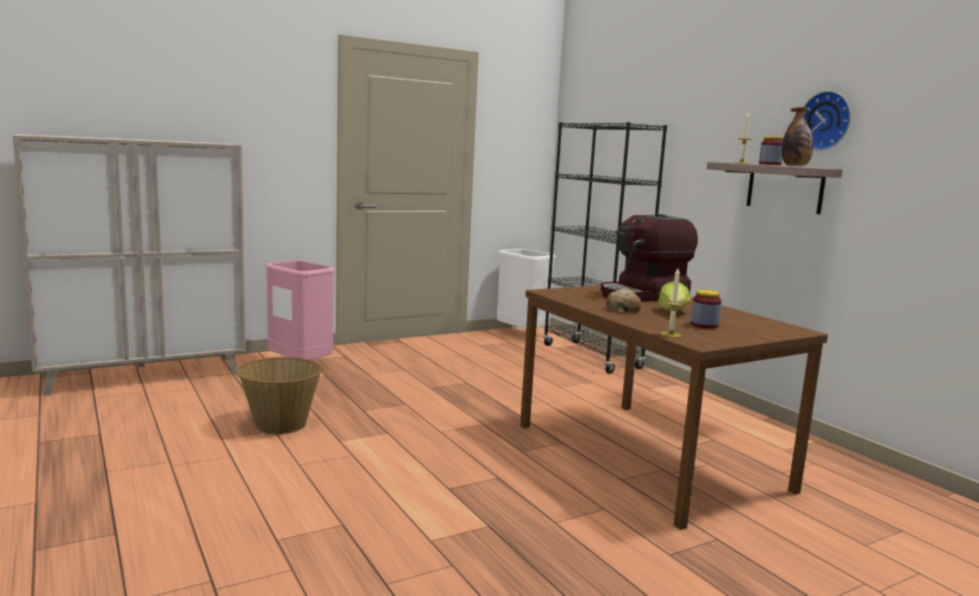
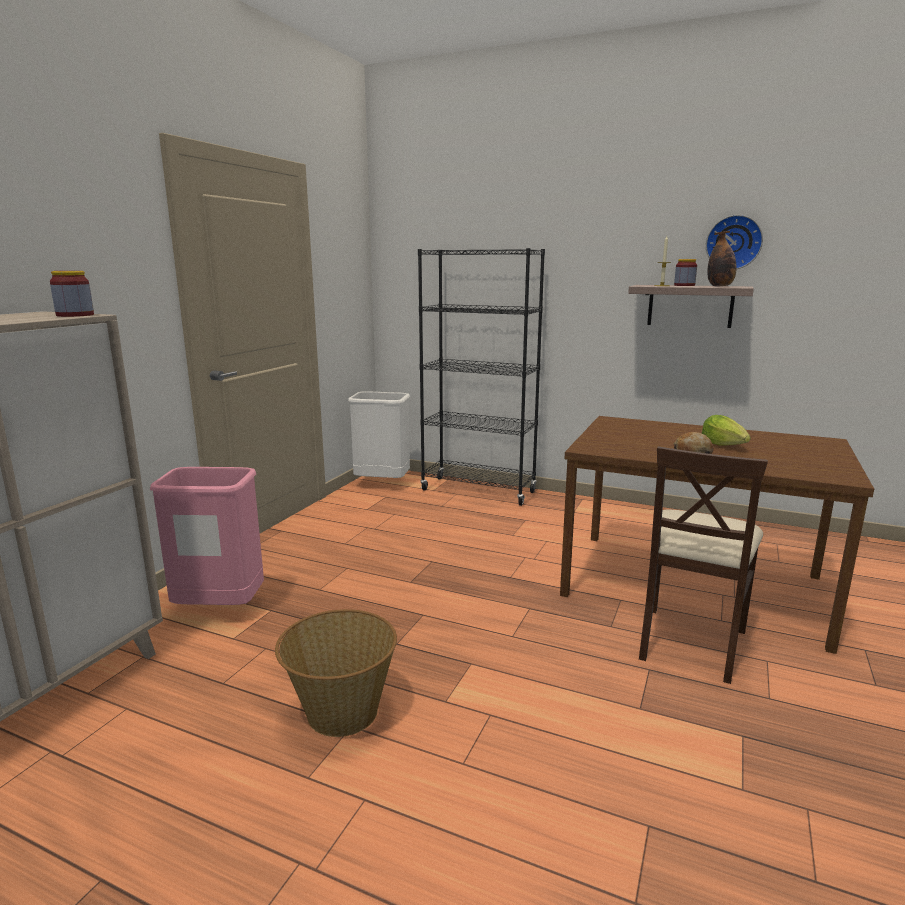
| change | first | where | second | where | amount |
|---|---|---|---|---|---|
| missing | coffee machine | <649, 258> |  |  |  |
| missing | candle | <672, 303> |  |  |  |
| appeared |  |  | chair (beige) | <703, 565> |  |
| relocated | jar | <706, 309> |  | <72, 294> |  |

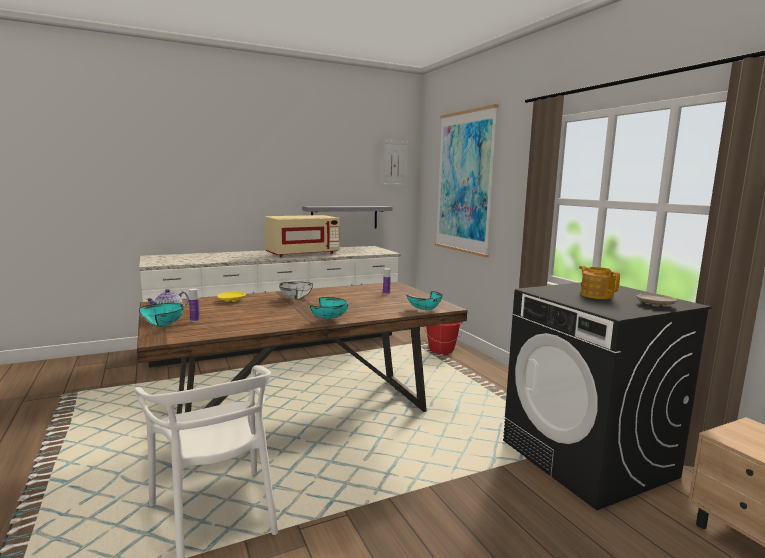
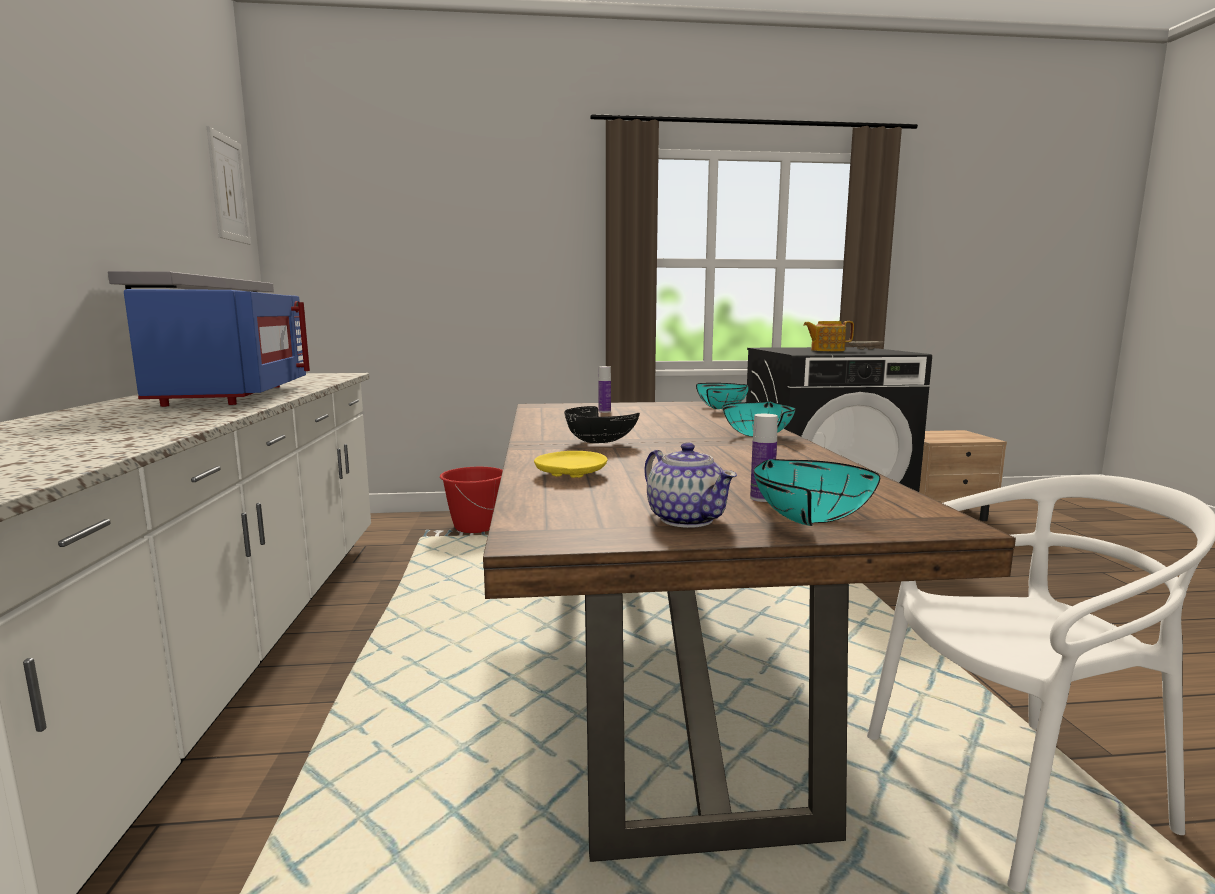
| change | first | where | second | where | amount |
|---|---|---|---|---|---|
| missing | picture | <467, 180> |  |  |  |
| colour | microwave (beige) | <302, 236> | microwave (blue) | <217, 348> |  |
| colour | bowl (white) | <296, 291> | bowl (black) | <602, 424> |  |

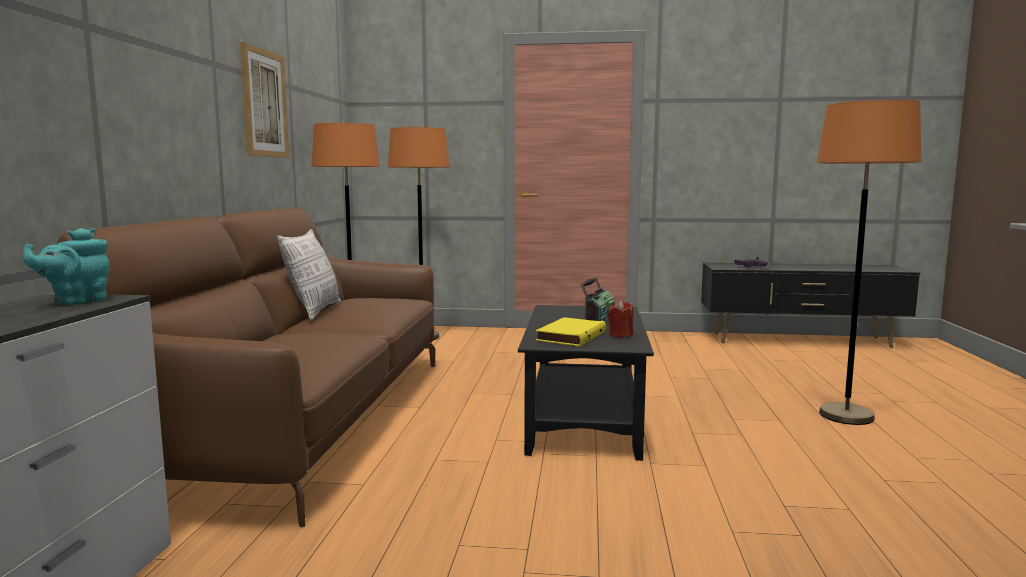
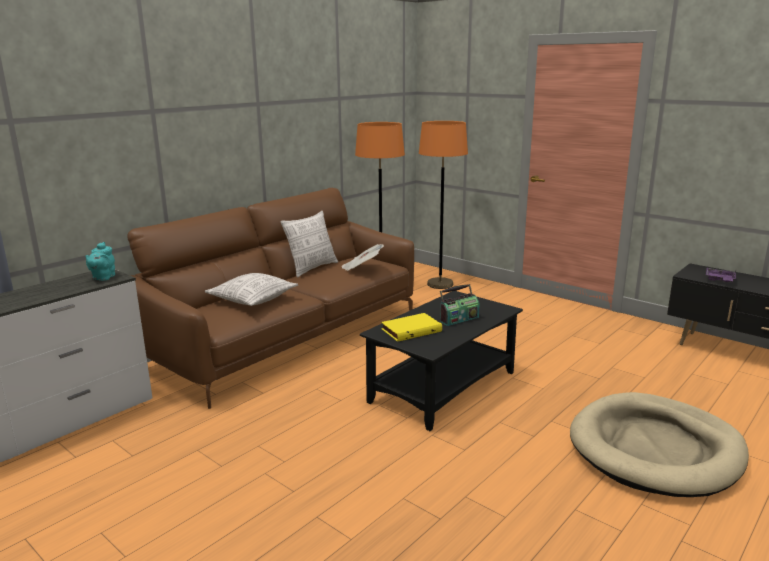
| change | first | where | second | where | amount |
|---|---|---|---|---|---|
| missing | picture | <264, 100> |  |  |  |
| missing | candle (red) | <620, 319> |  |  |  |
| appeared |  |  | pillow | <251, 289> |  |
| appeared |  |  | newspaper | <362, 257> |  |
| exchanged | floor lamp (orange) | <869, 262> | dog bed (beige) | <659, 444> |  |
| spun | teapot (turquoise) | <66, 266> |  | <100, 261> | 60 degrees counterclockwise |

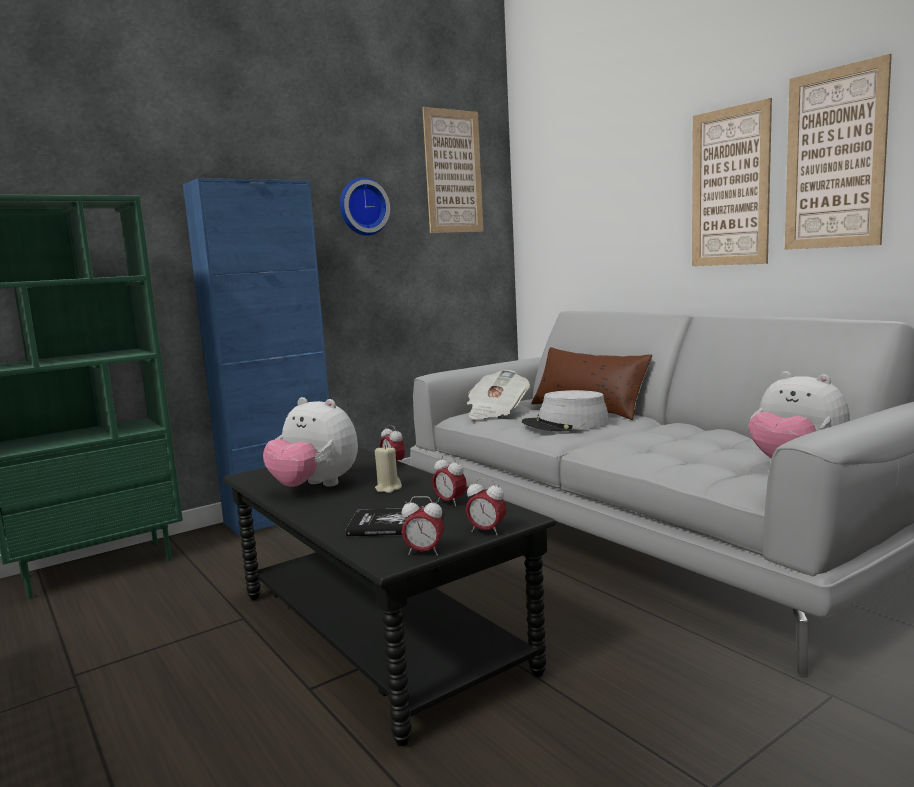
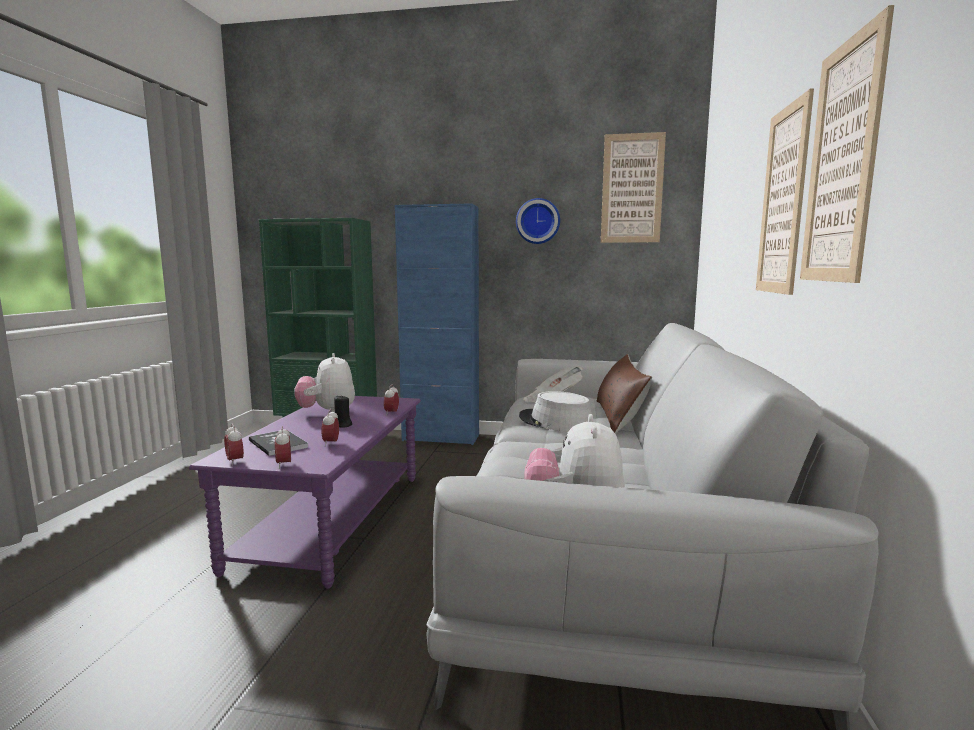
| change | first | where | second | where | amount |
|---|---|---|---|---|---|
| colour | coffee table (black) | <389, 596> | coffee table (purple) | <305, 492> |  |
| colour | candle (beige) | <388, 469> | candle (black) | <343, 411> |  |

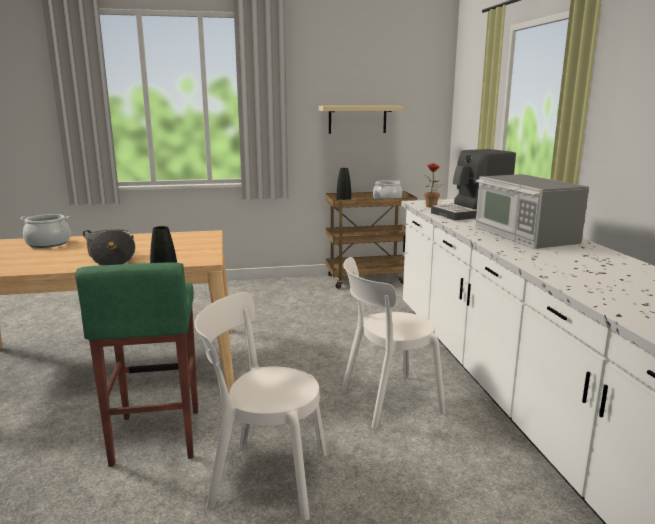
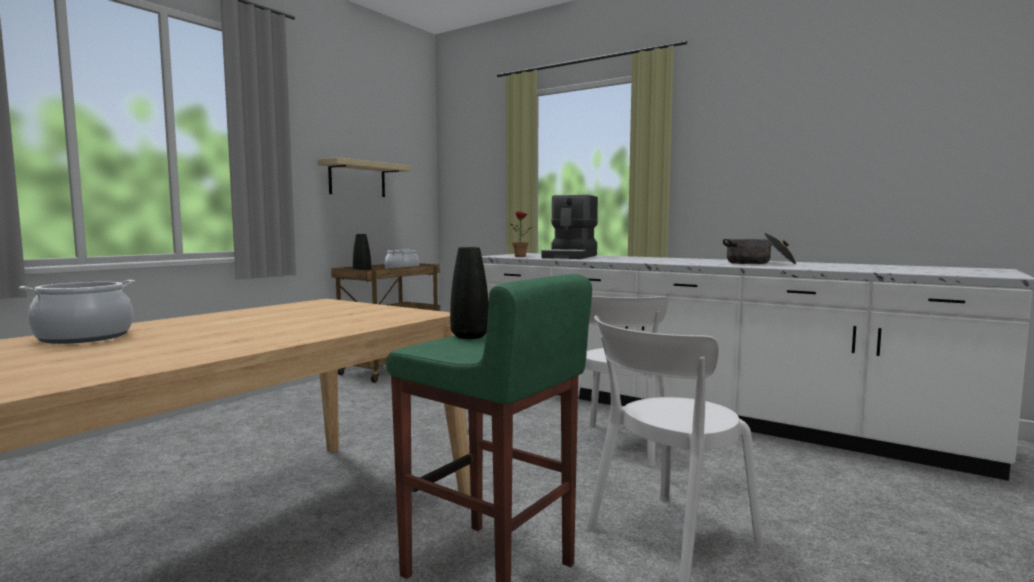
| change | first | where | second | where | amount |
|---|---|---|---|---|---|
| missing | microwave | <532, 211> |  |  |  |
| relocated | cooking pot | <109, 247> |  | <759, 248> |  |

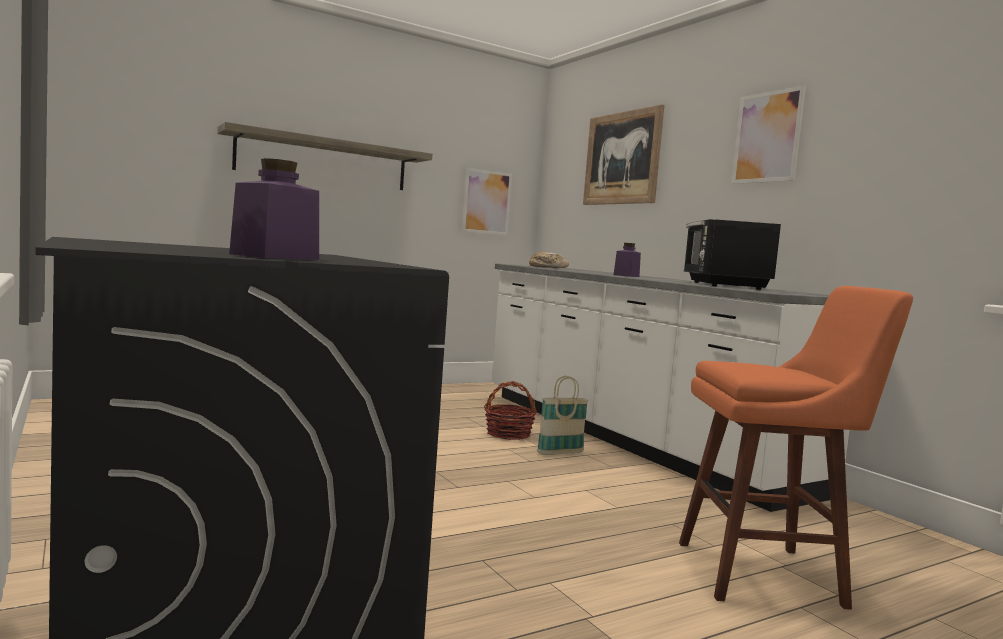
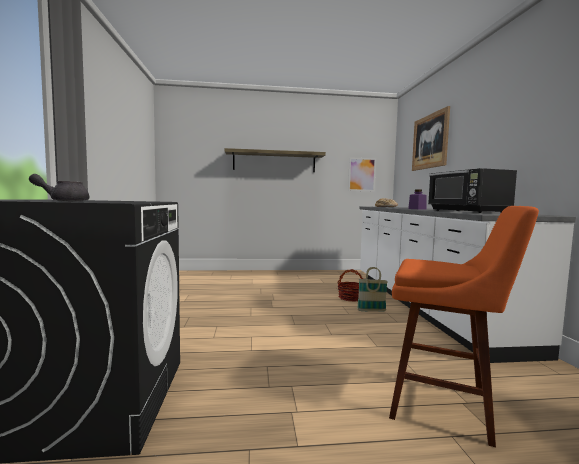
| change | first | where | second | where | amount |
|---|---|---|---|---|---|
| missing | picture | <769, 134> |  |  |  |
| exchanged | jar (purple) | <274, 209> | teapot (grey) | <59, 188> |  |
| spun | microwave (black) | <732, 254> |  | <472, 190> | 45 degrees counterclockwise |

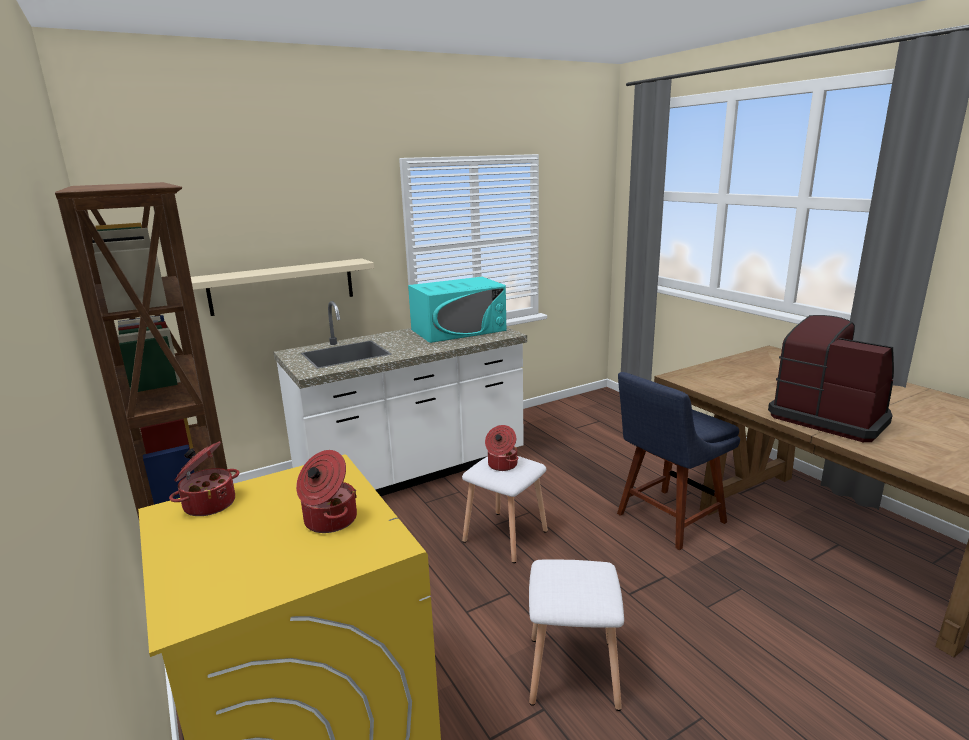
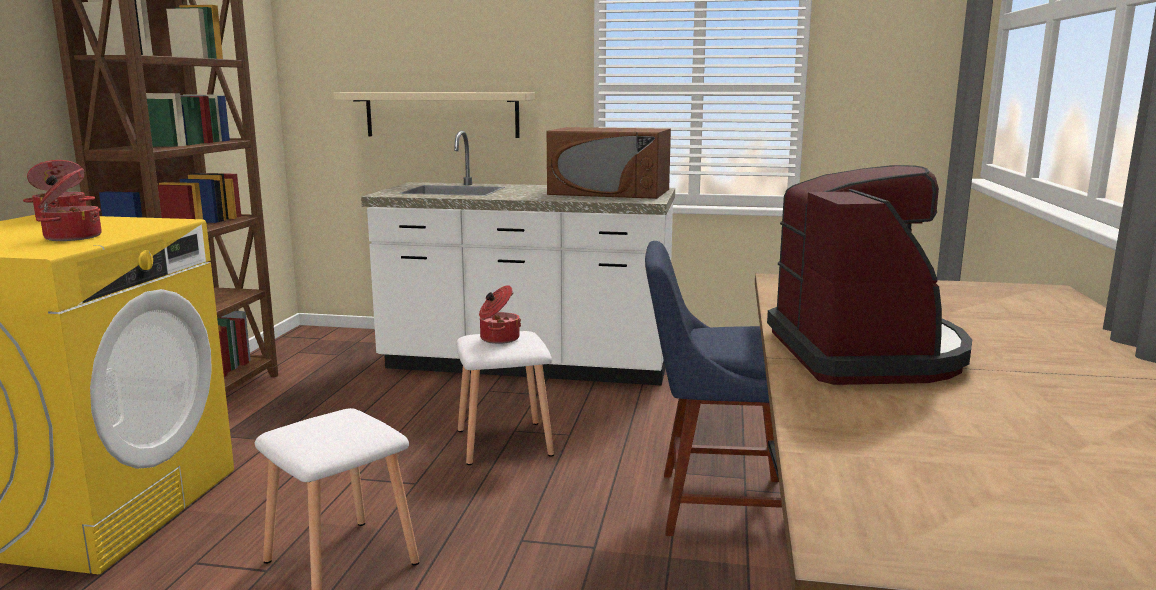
| change | first | where | second | where | amount |
|---|---|---|---|---|---|
| colour | microwave (turquoise) | <457, 310> | microwave (brown) | <609, 163> |  |

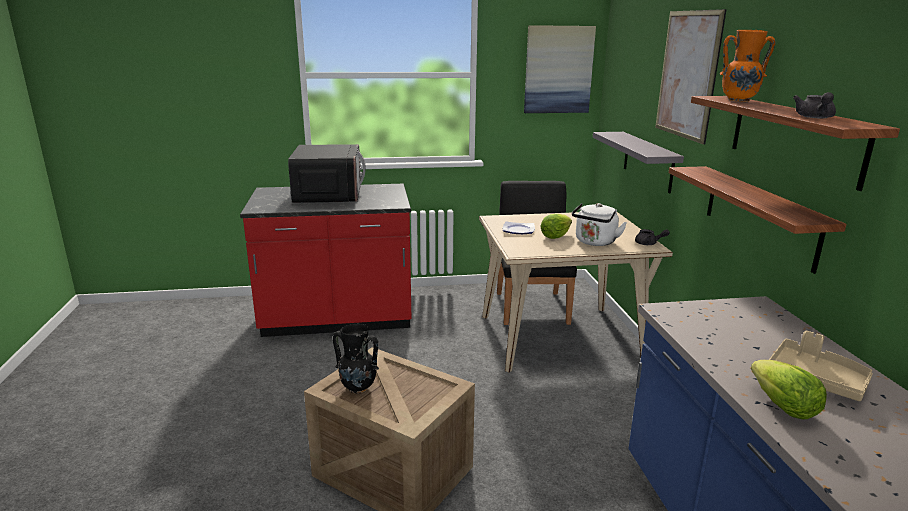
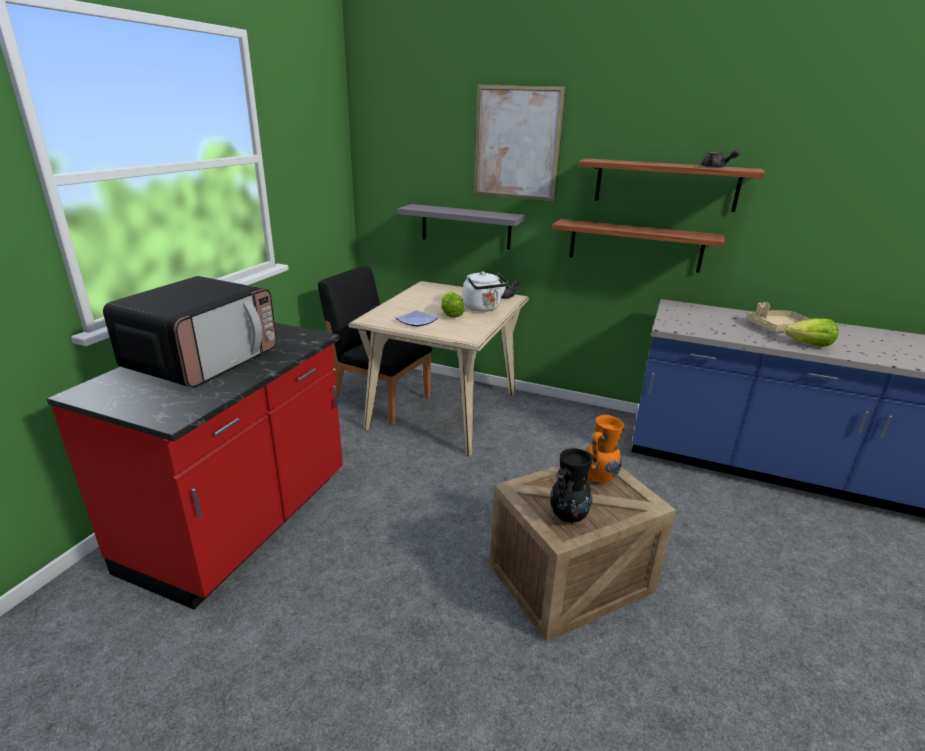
| change | first | where | second | where | amount |
|---|---|---|---|---|---|
| missing | picture | <560, 69> |  |  |  |
| relocated | vase (orange) | <747, 66> |  | <605, 450> |  |
| spun | microwave | <327, 173> |  | <190, 332> | 90 degrees clockwise |

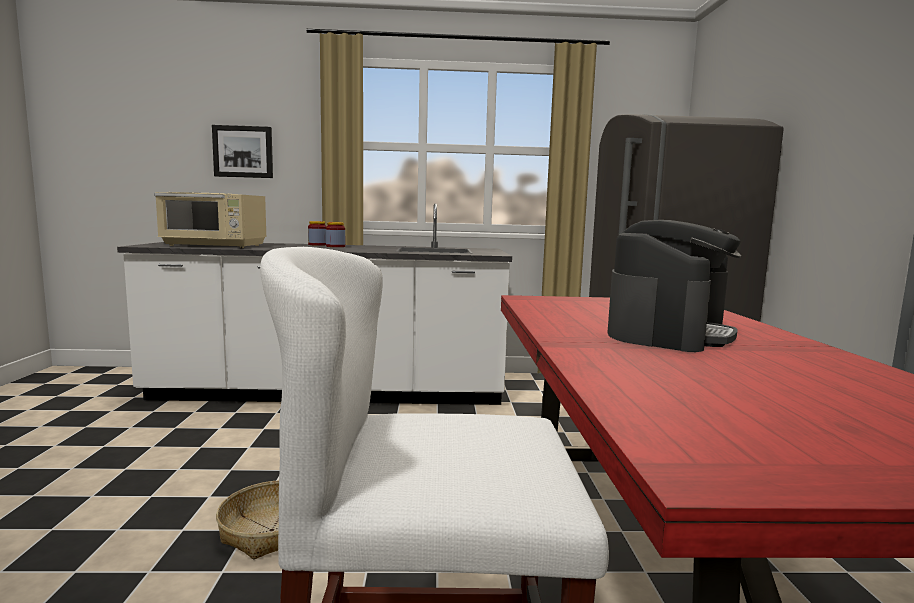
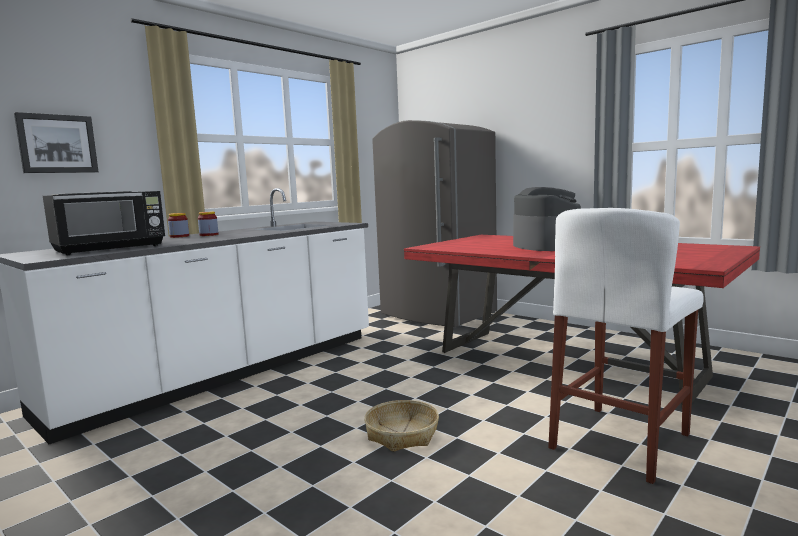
| change | first | where | second | where | amount |
|---|---|---|---|---|---|
| colour | microwave (beige) | <210, 220> | microwave (black) | <104, 223> |  |

